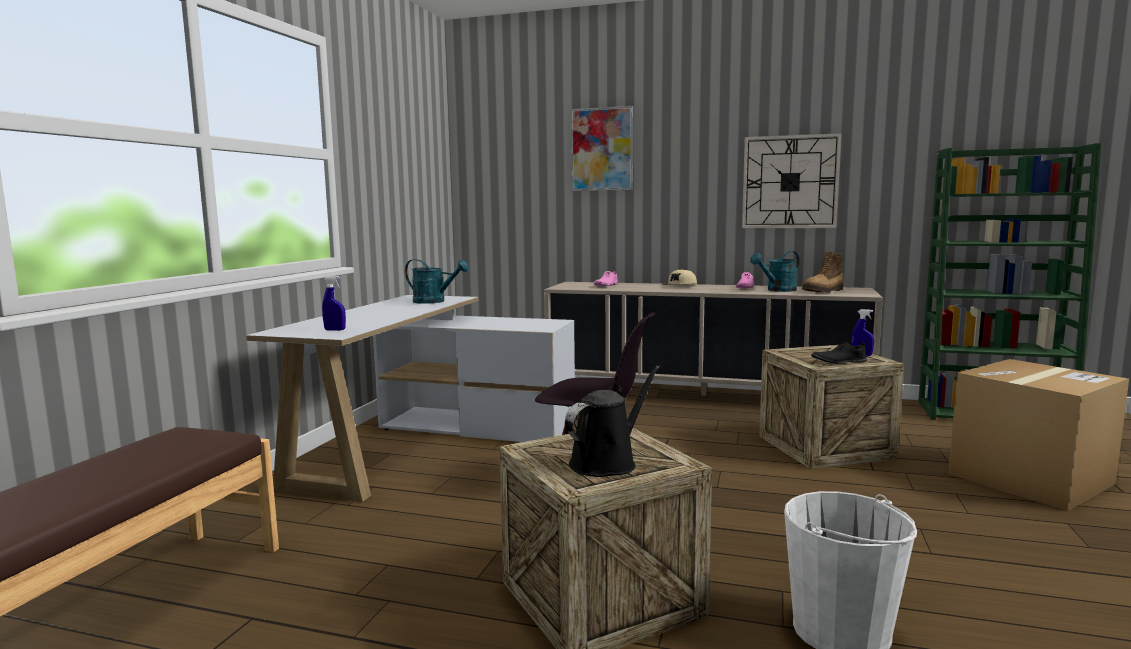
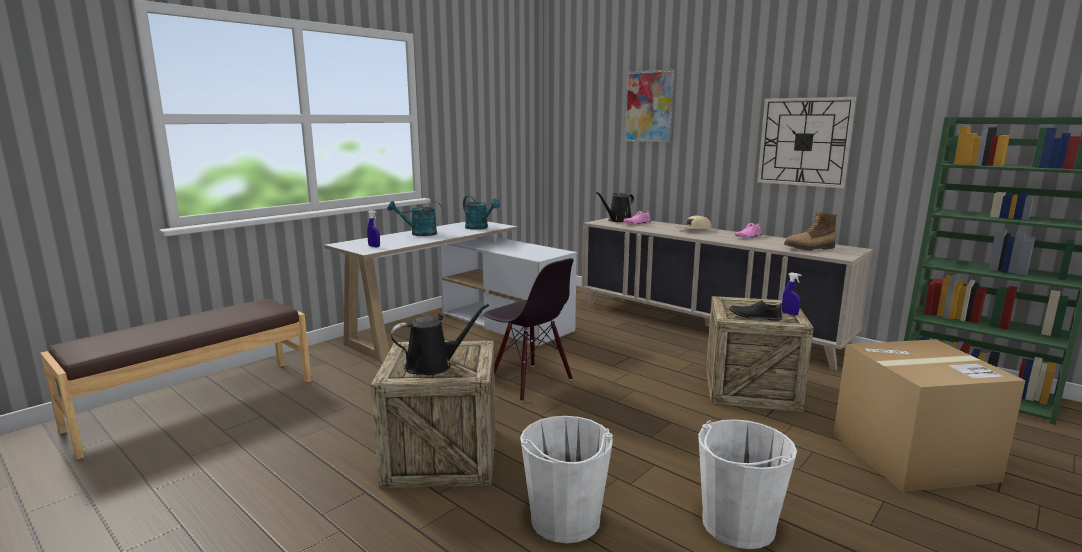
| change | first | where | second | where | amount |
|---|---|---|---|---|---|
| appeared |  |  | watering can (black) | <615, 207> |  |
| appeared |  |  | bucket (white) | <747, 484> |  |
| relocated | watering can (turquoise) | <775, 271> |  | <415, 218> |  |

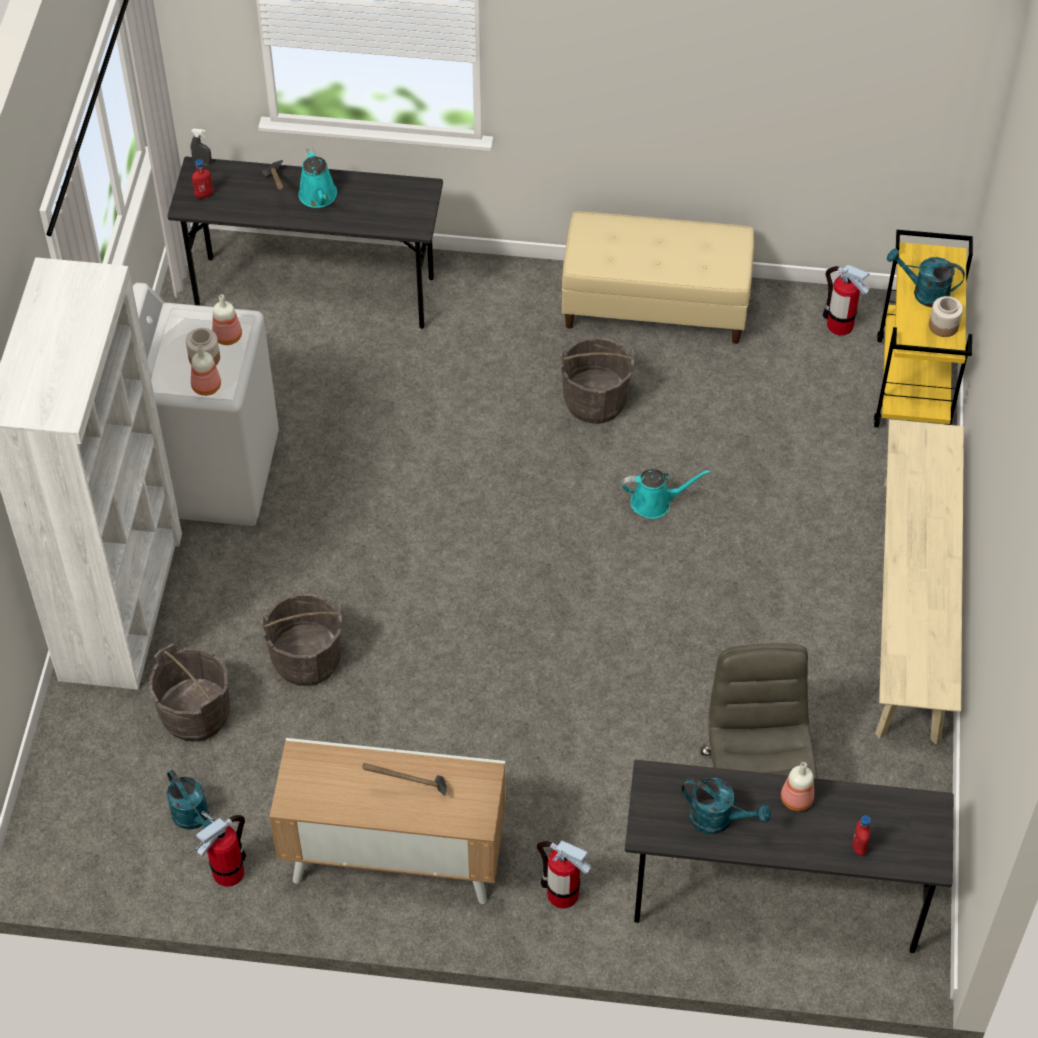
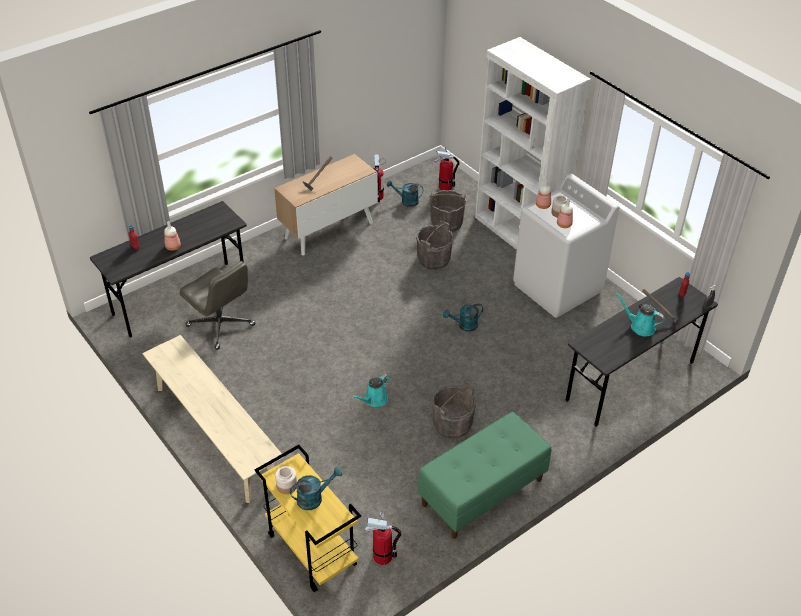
| change | first | where | second | where | amount |
|---|---|---|---|---|---|
| relocated | fire extinguisher | <564, 875> |  | <447, 169> |  |
| relocated | watering can (turquoise) | <726, 806> |  | <463, 318> |  |
| colour | bench (beige) | <658, 277> | bench (green) | <484, 475> |  |

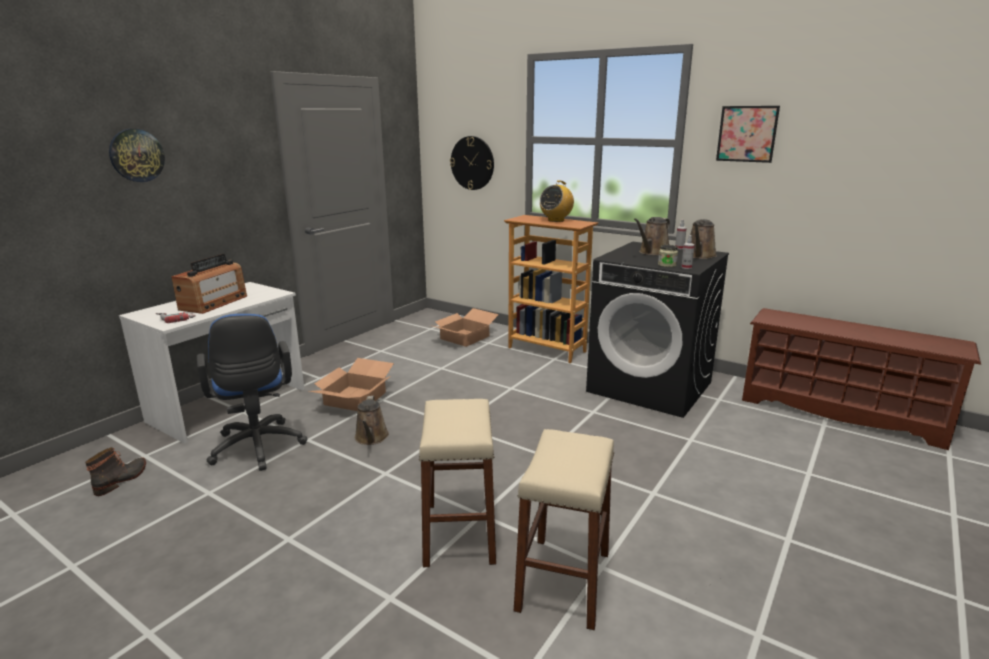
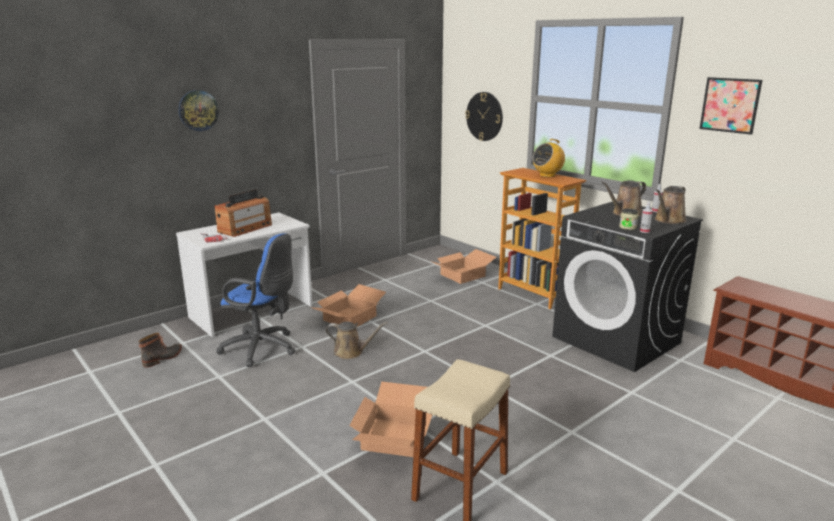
| change | first | where | second | where | amount |
|---|---|---|---|---|---|
| exchanged | stool (beige) | <457, 483> | cardboard box | <390, 419> |  |
| spun | office chair (blue) | <252, 392> |  | <256, 300> | 60 degrees counterclockwise |
| spun | watering can (brown) | <372, 420> |  | <356, 340> | 90 degrees counterclockwise |

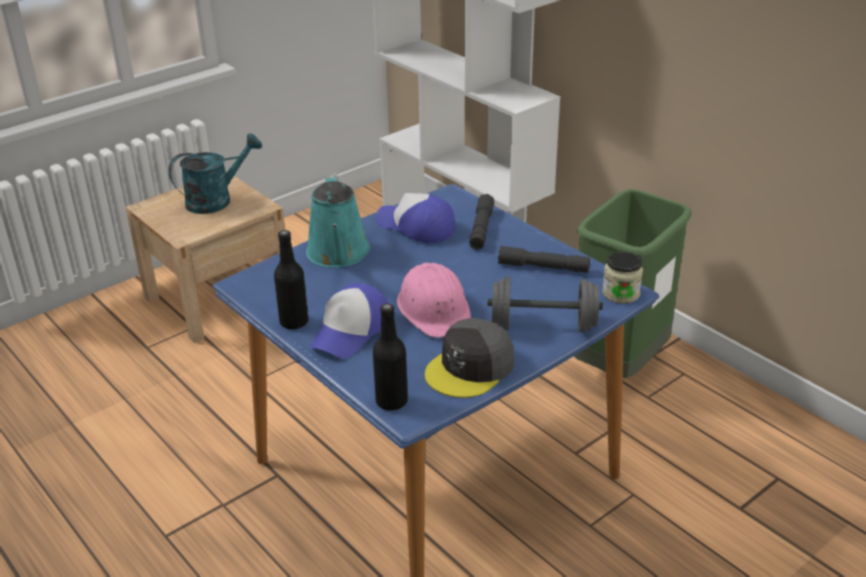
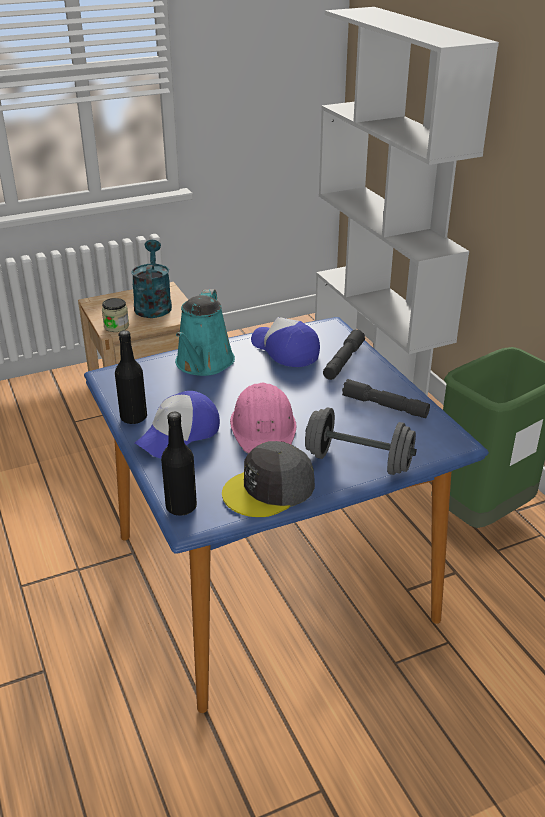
| change | first | where | second | where | amount |
|---|---|---|---|---|---|
| relocated | jar | <622, 278> |  | <115, 315> |  |
| spun | watering can (turquoise) | <215, 173> |  | <151, 279> | 75 degrees counterclockwise |

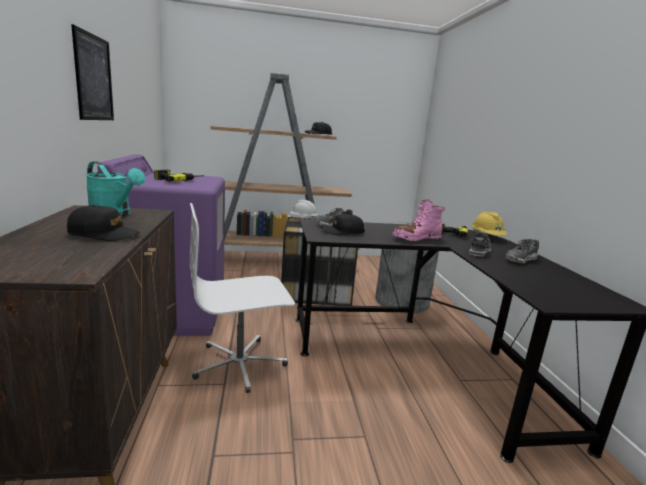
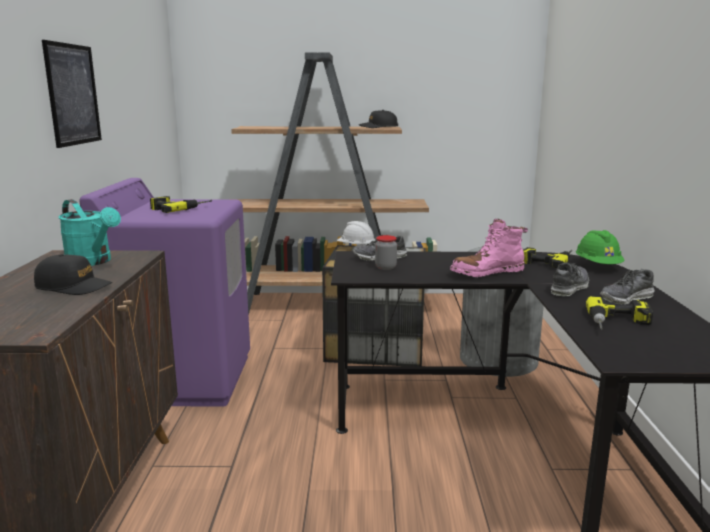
| change | first | where | second | where | amount |
|---|---|---|---|---|---|
| missing | office chair (white) | <242, 298> |  |  |  |
| appeared |  |  | power drill | <619, 313> |  |
| exchanged | cap (black) | <343, 224> | jar | <386, 252> |  |
| colour | hard hat (yellow) | <489, 224> | hard hat (green) | <600, 247> |  |

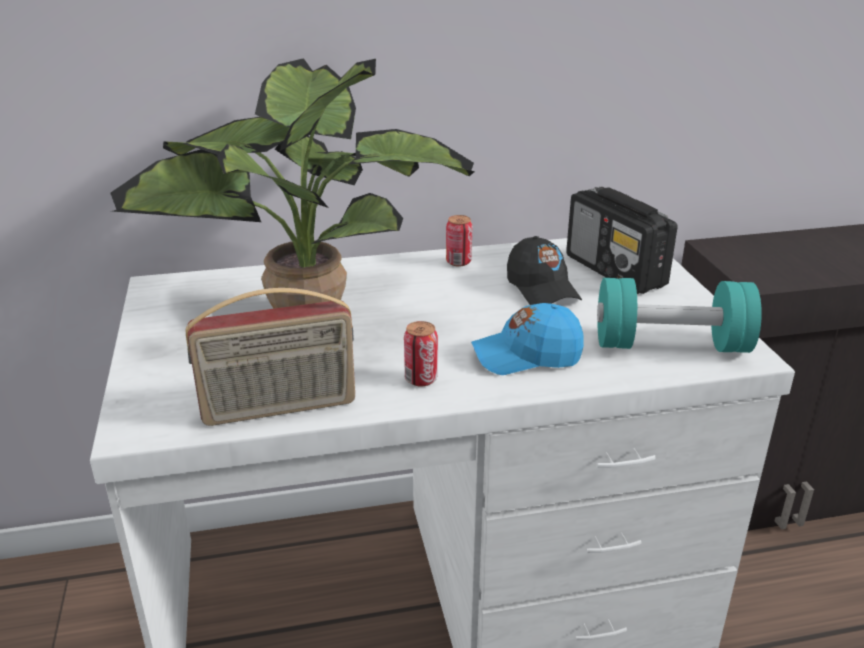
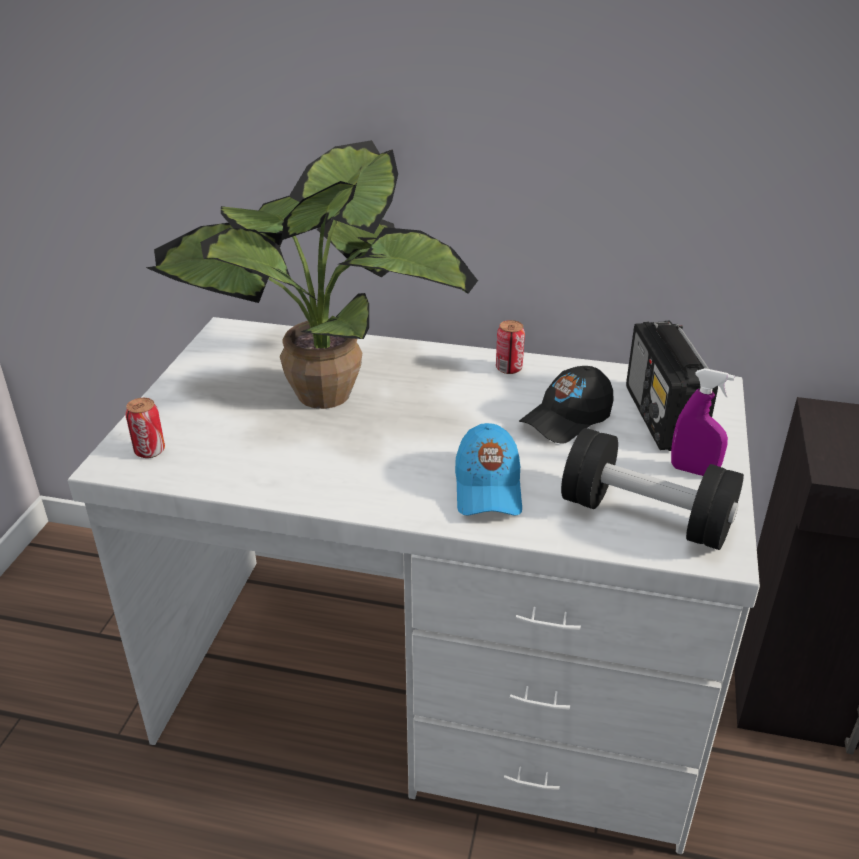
| change | first | where | second | where | amount |
|---|---|---|---|---|---|
| missing | radio | <270, 357> |  |  |  |
| appeared |  |  | spray bottle (purple) | <703, 422> |  |
| relocated | can | <421, 353> |  | <145, 428> |  |
| colour | dumbbell (turquoise) | <679, 315> | dumbbell (black) | <652, 489> |  |
| spun | cap (blue) | <527, 339> |  | <488, 469> | 105 degrees counterclockwise |
| spun | cap (black) | <544, 270> |  | <566, 405> | 45 degrees clockwise |

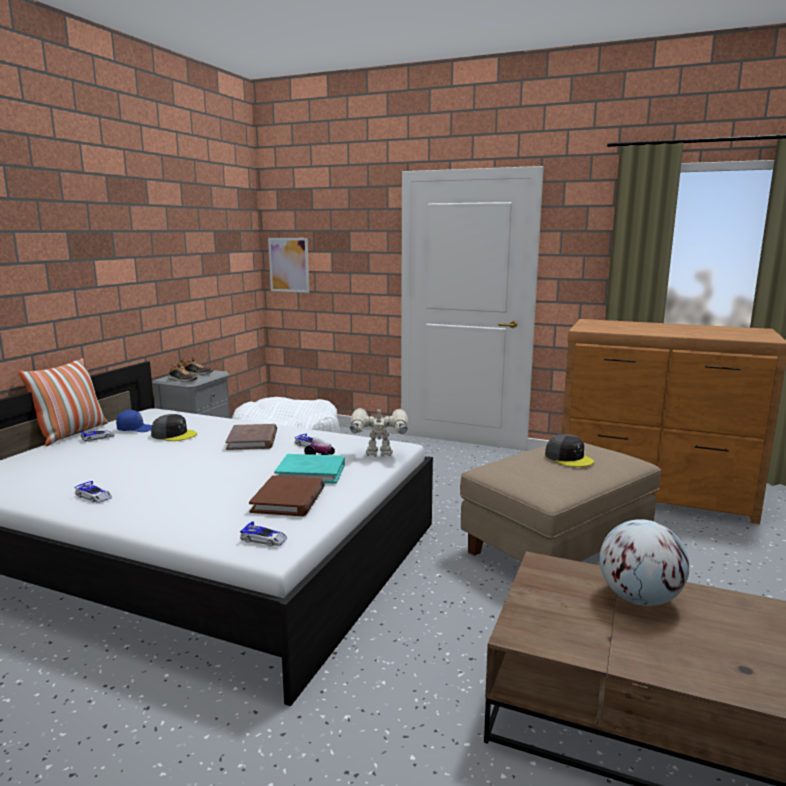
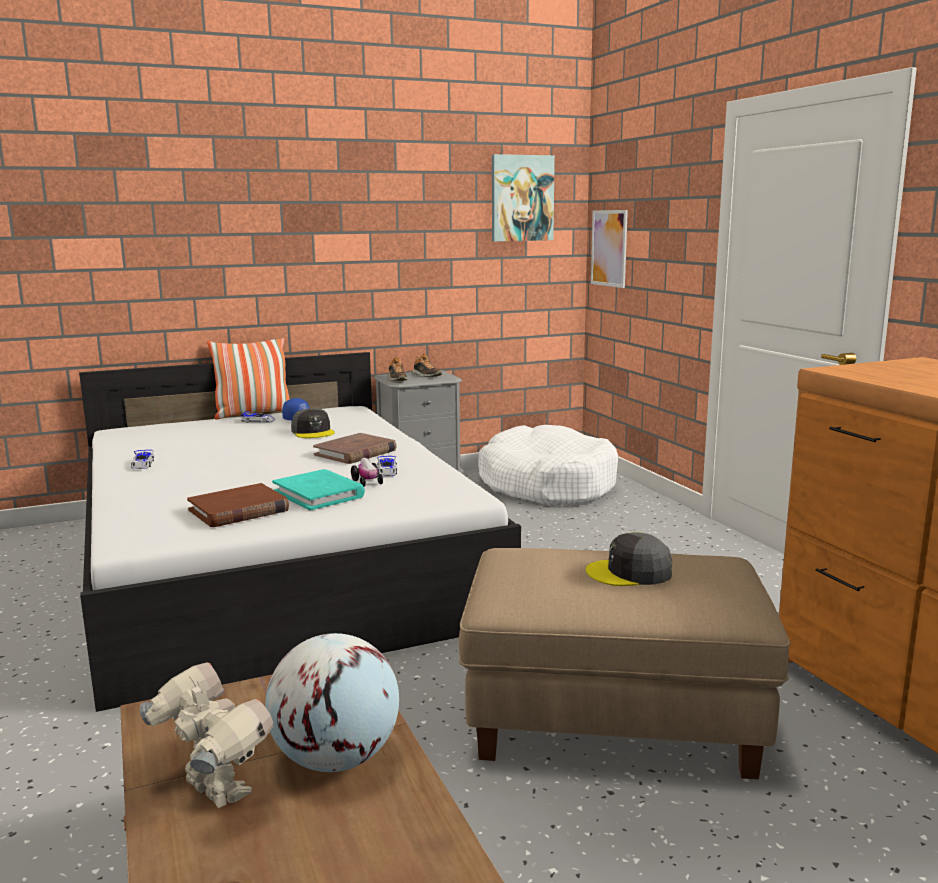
| change | first | where | second | where | amount |
|---|---|---|---|---|---|
| missing | toy car | <263, 533> |  |  |  |
| appeared |  |  | picture | <523, 198> |  |
| relocated | toy robot | <379, 431> |  | <206, 735> |  |
| spun | cap (grey) | <569, 450> |  | <629, 559> | 75 degrees clockwise |

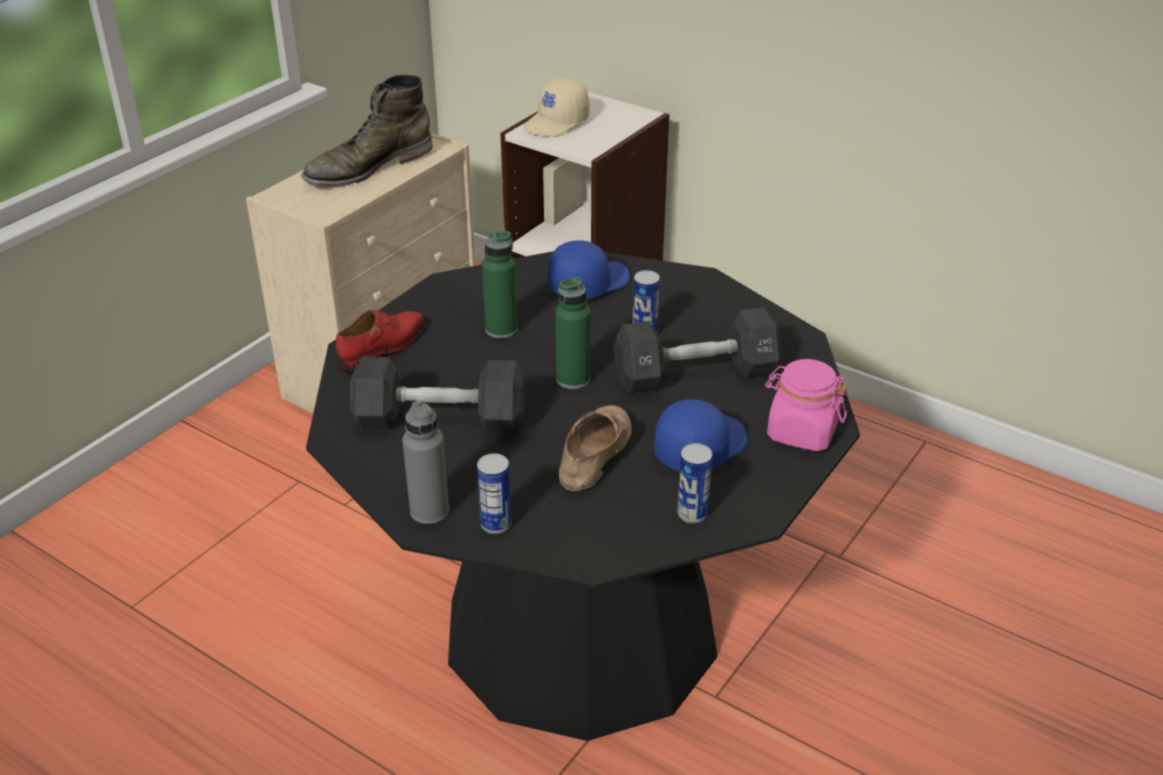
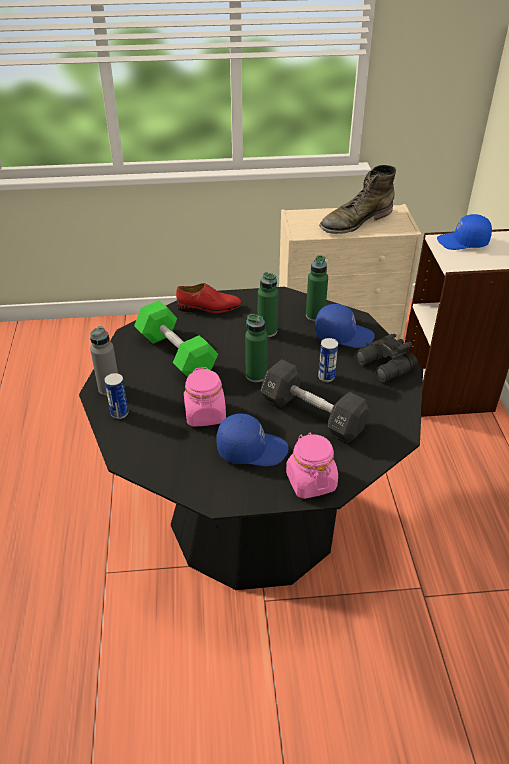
| change | first | where | second | where | amount |
|---|---|---|---|---|---|
| missing | can | <695, 483> |  |  |  |
| appeared |  |  | bottle (green) | <317, 288> |  |
| appeared |  |  | binoculars (black) | <386, 358> |  |
| exchanged | shoe (beige) | <595, 448> | jar (pink) | <205, 397> |  |
| colour | dumbbell (black) | <437, 395> | dumbbell (green) | <176, 339> |  |
| colour | cap (beige) | <556, 107> | cap (blue) | <464, 232> |  |
| spun | boot (green) | <366, 130> |  | <357, 199> | 45 degrees counterclockwise |

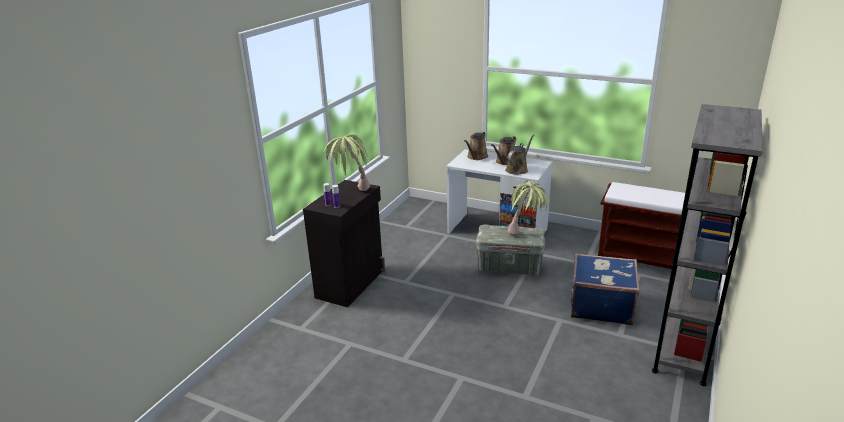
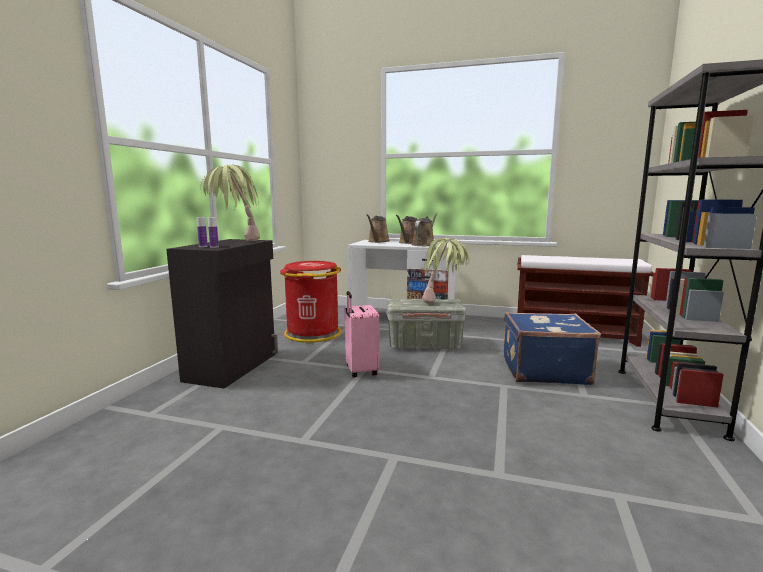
| change | first | where | second | where | amount |
|---|---|---|---|---|---|
| appeared |  |  | trash can (red) | <310, 301> |  |
| appeared |  |  | suitcase (pink) | <362, 334> |  |

